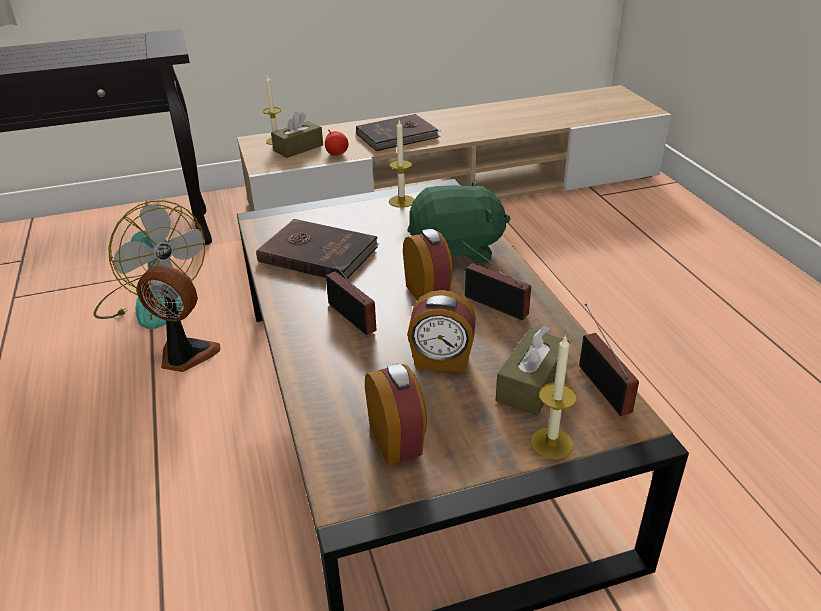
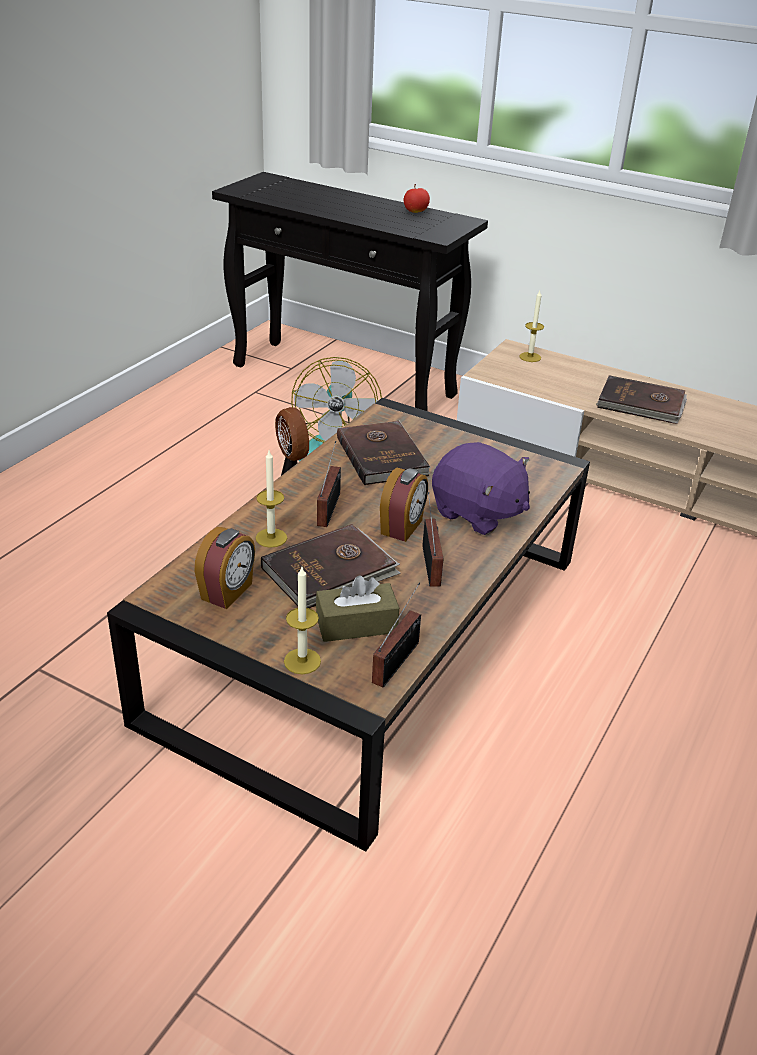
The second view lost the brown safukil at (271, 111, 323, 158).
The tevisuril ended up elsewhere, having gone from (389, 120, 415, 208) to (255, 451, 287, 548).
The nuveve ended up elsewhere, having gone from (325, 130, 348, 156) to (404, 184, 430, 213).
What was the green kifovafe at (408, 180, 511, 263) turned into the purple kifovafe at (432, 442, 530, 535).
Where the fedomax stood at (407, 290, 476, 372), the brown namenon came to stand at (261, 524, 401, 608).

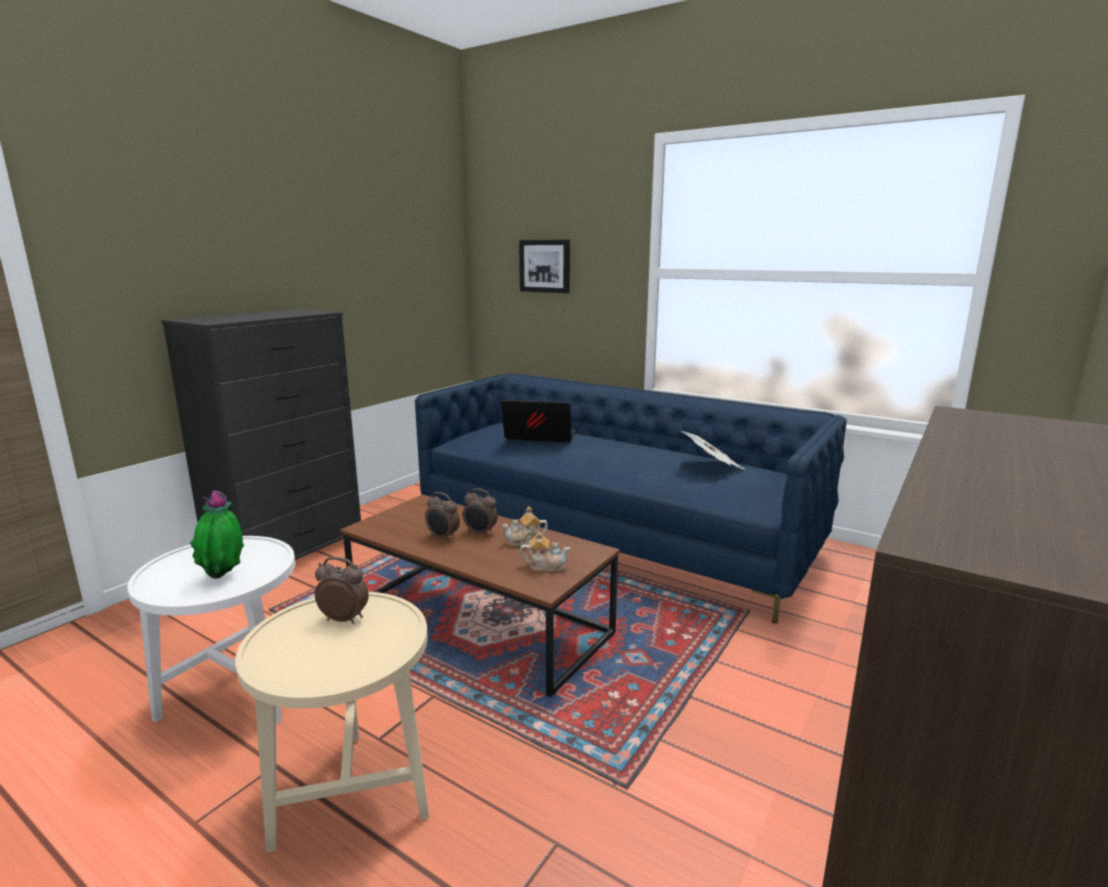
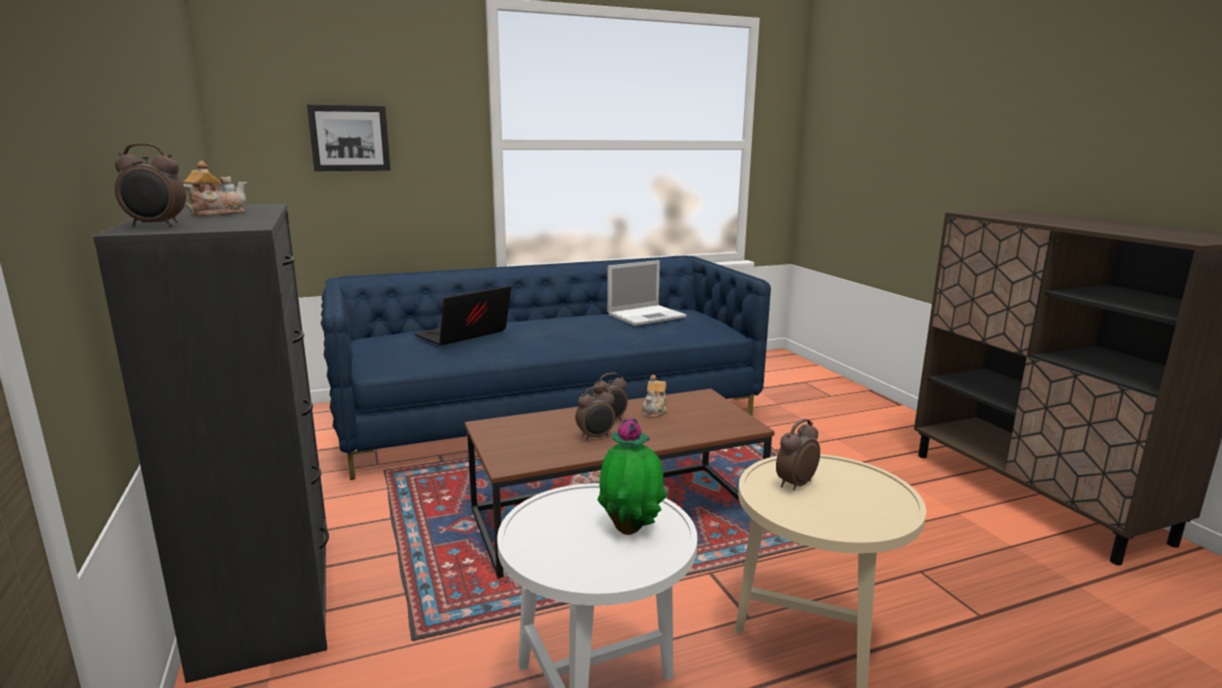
Where the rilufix stood at (681, 431, 744, 469), the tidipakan came to stand at (607, 260, 687, 326).
The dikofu ended up elsewhere, having gone from (520, 531, 570, 572) to (183, 161, 248, 216).
The second view gained the fedomax at (115, 143, 186, 227).

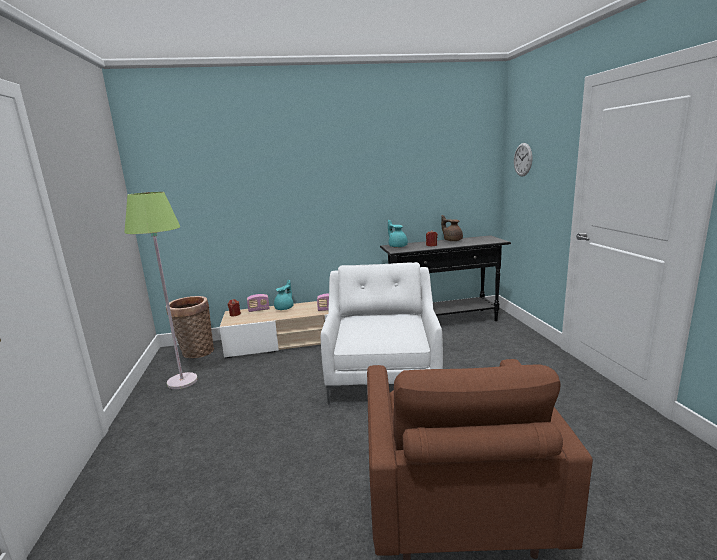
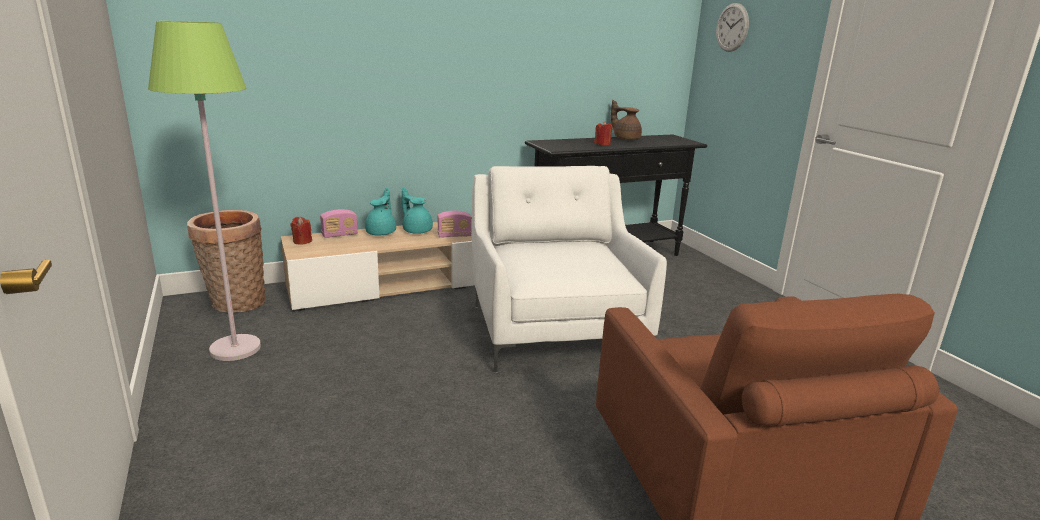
The turquoise dikofu ended up elsewhere, having gone from (388, 220, 408, 248) to (402, 188, 433, 234).

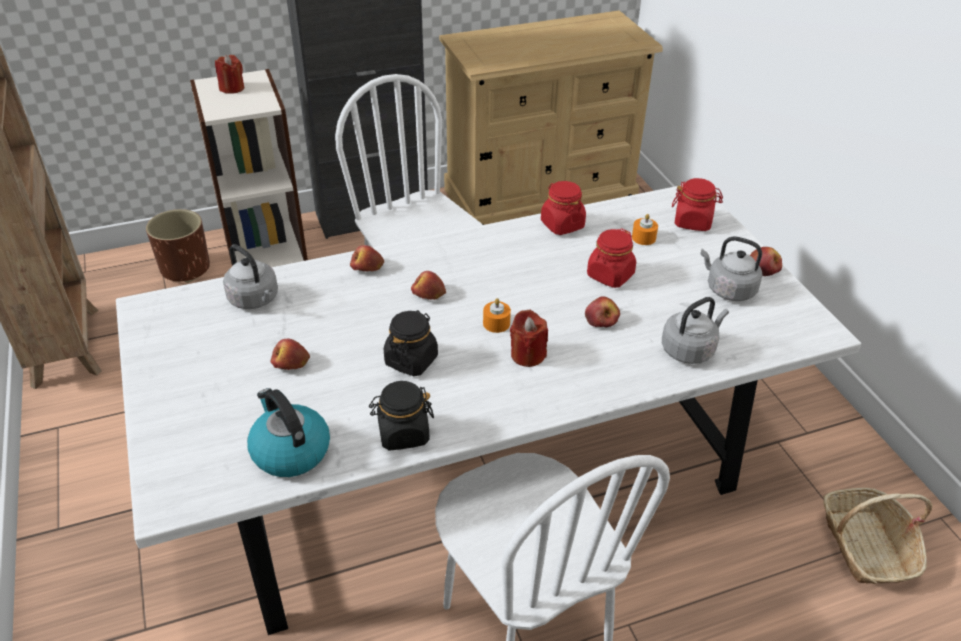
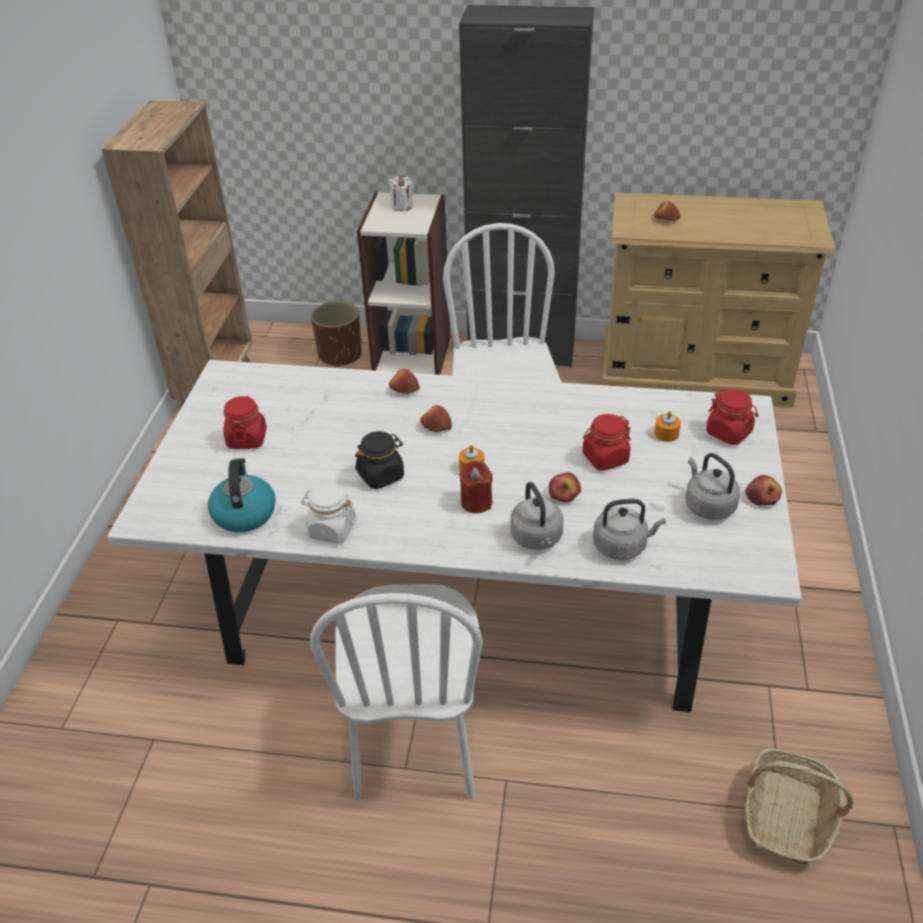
What was the red tevisuril at (215, 55, 244, 94) turned into the white tevisuril at (389, 176, 414, 211).
The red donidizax ended up elsewhere, having gone from (541, 181, 586, 235) to (223, 396, 267, 449).
The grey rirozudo ended up elsewhere, having gone from (223, 244, 278, 309) to (510, 482, 564, 550).
The nuveve ended up elsewhere, having gone from (271, 339, 310, 370) to (654, 201, 680, 221).
What was the black donidizax at (369, 381, 434, 451) turned into the white donidizax at (301, 483, 357, 543).

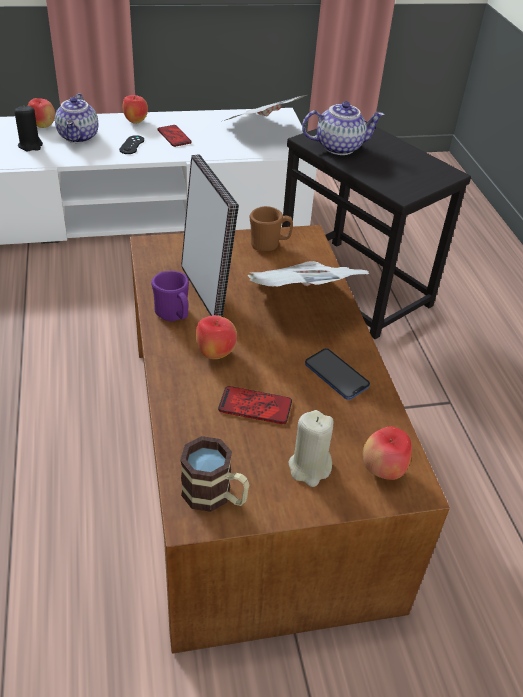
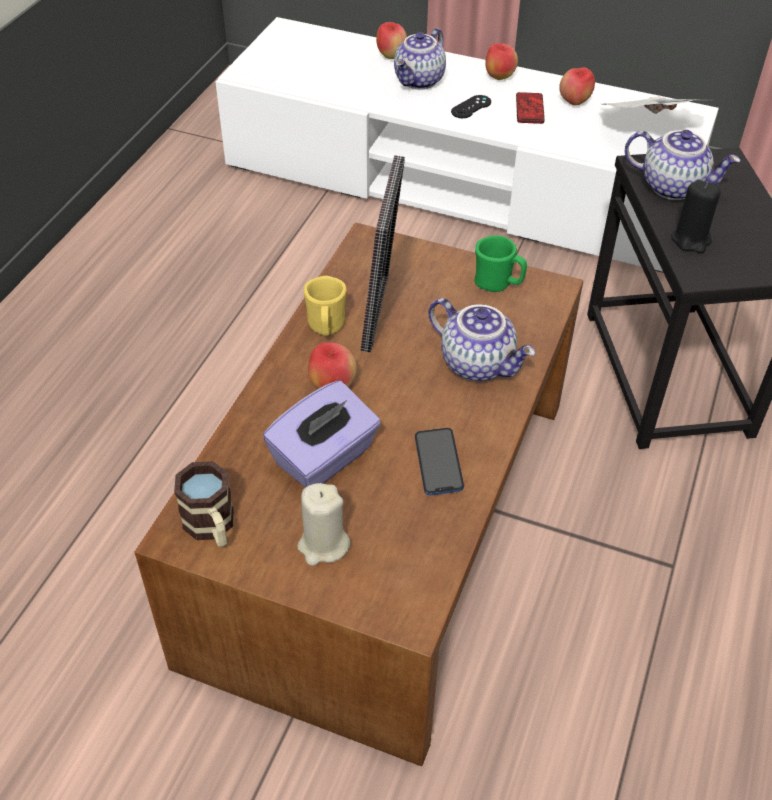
The black tevisuril ended up elsewhere, having gone from (14, 105, 43, 151) to (671, 180, 721, 253).
What was the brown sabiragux at (250, 206, 293, 251) turned into the green sabiragux at (474, 235, 527, 292).
Where the rilufix stood at (248, 261, 370, 287), the dikofu came to stand at (428, 298, 535, 381).
What was the purple sabiragux at (151, 271, 189, 321) turned into the yellow sabiragux at (304, 275, 347, 336).
Where the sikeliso stood at (218, 386, 292, 424), the purple safukil came to stand at (263, 381, 381, 488).
The nuveve ended up elsewhere, having gone from (363, 426, 412, 480) to (559, 67, 595, 106).

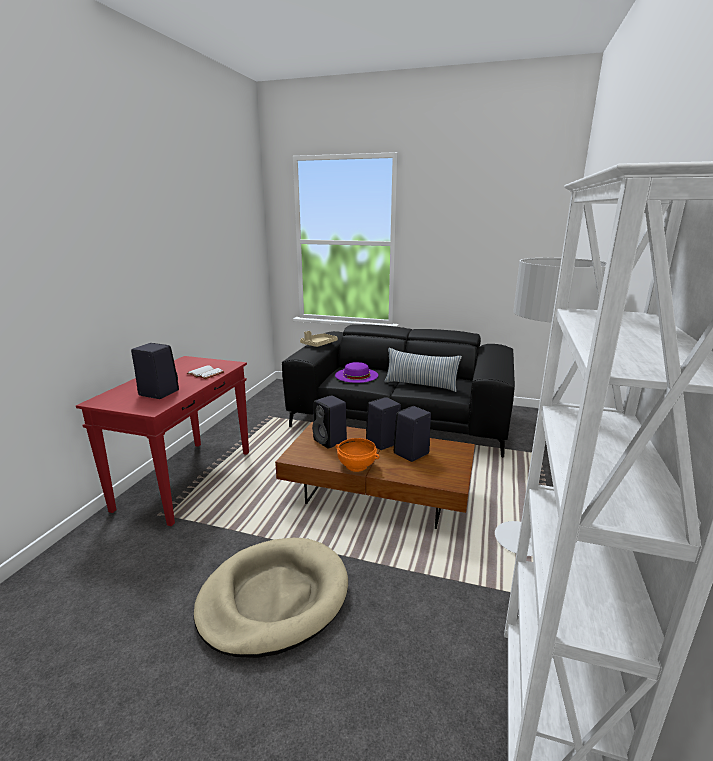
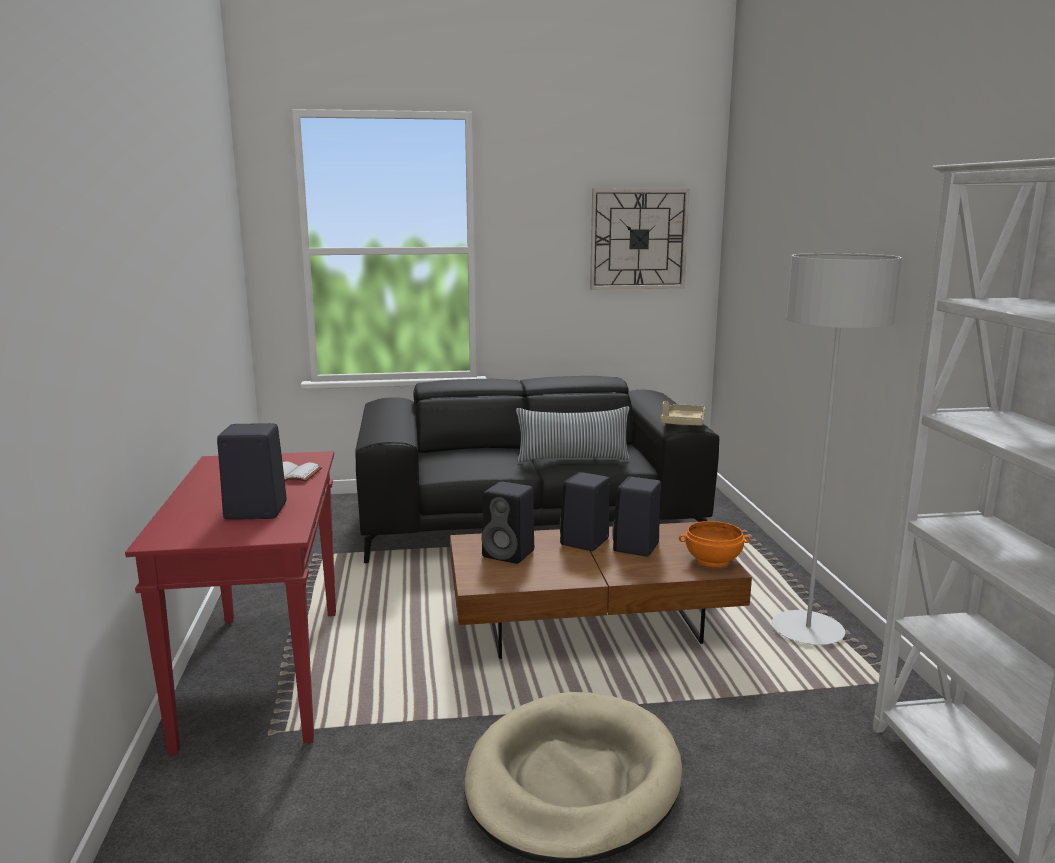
The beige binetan ended up elsewhere, having gone from (300, 331, 338, 347) to (661, 401, 705, 425).
The second view lost the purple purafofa at (335, 362, 378, 383).
The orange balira ended up elsewhere, having gone from (335, 438, 380, 472) to (679, 521, 750, 567).
The second view gained the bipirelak at (590, 189, 690, 289).

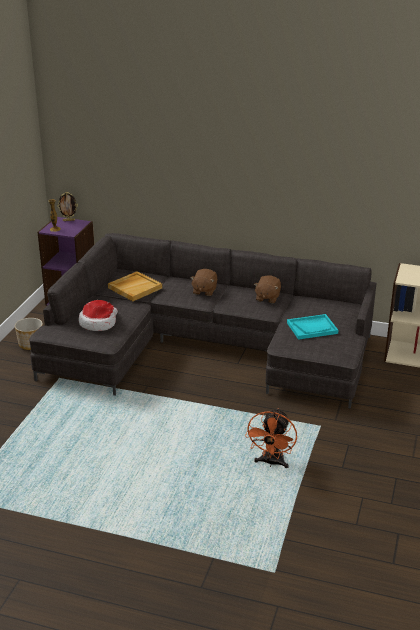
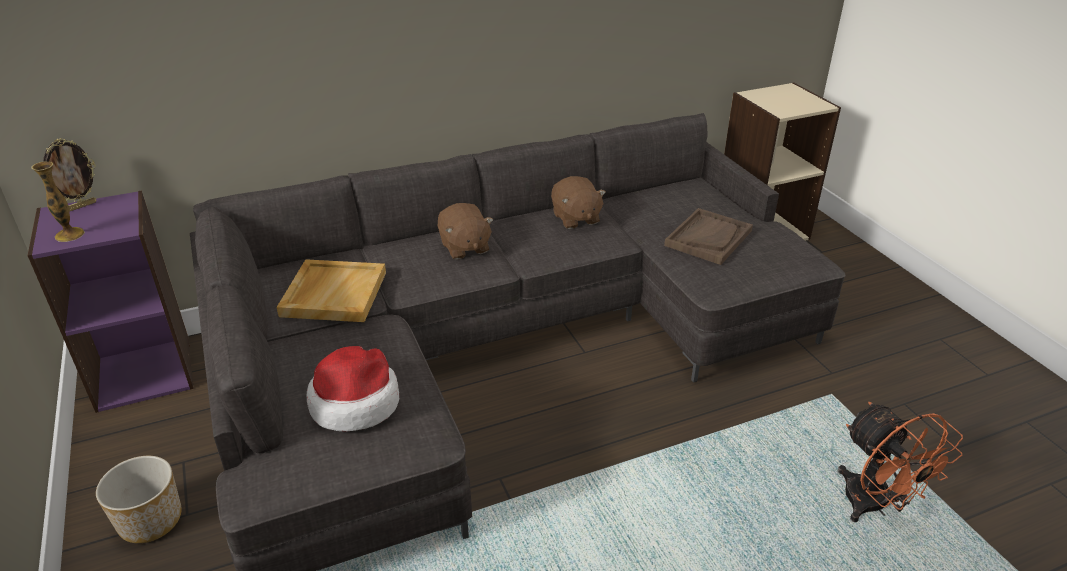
What was the turquoise binetan at (287, 314, 338, 340) turned into the brown binetan at (664, 208, 753, 265).

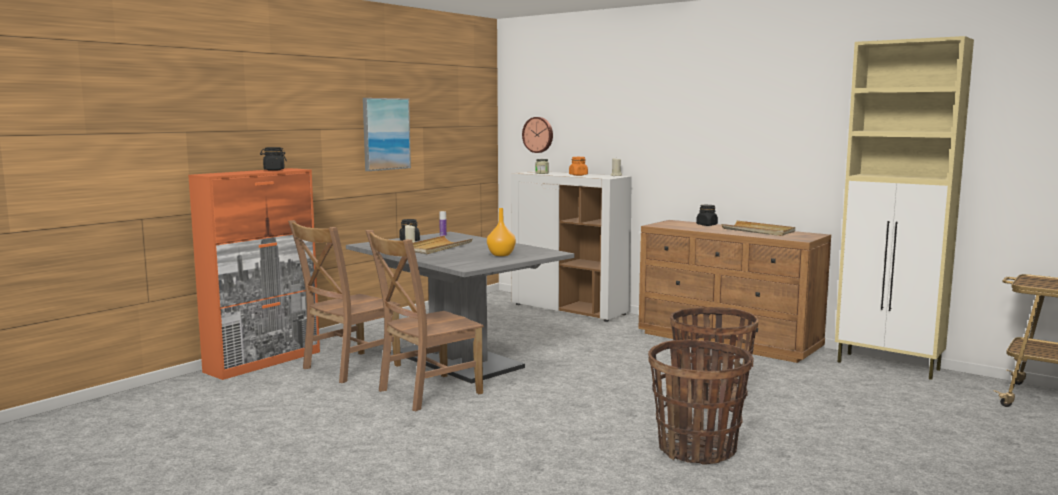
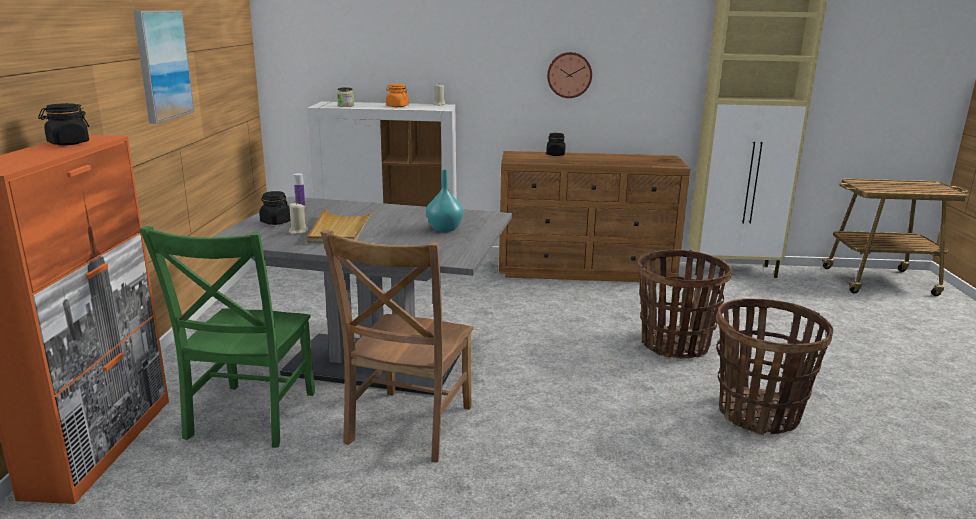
The bipirelak ended up elsewhere, having gone from (522, 117, 553, 153) to (547, 52, 592, 98).
What was the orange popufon at (487, 208, 516, 256) turned into the turquoise popufon at (426, 170, 463, 232).
What was the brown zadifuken at (288, 220, 401, 383) turned into the green zadifuken at (139, 226, 315, 448).
The second view lost the beige binetan at (722, 221, 795, 236).

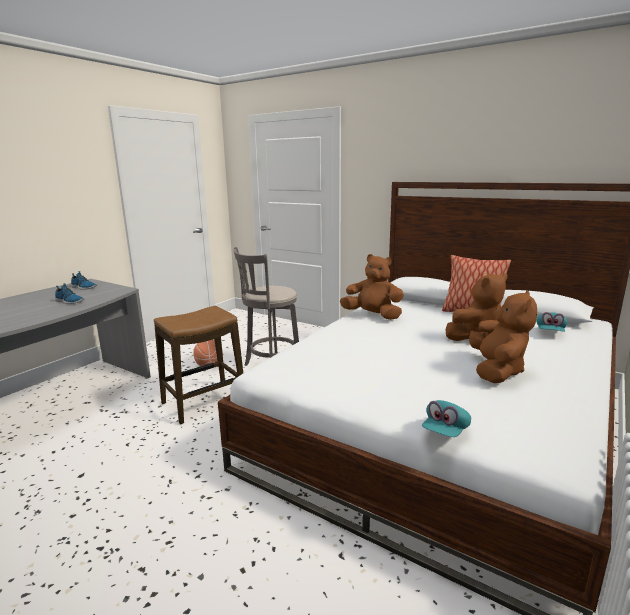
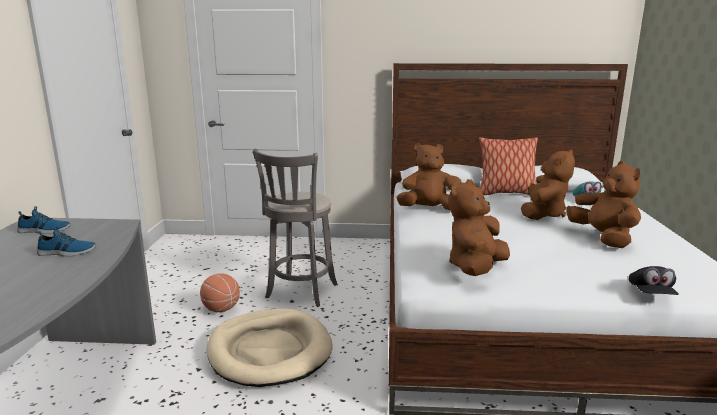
Where the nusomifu stood at (154, 306, 243, 424), the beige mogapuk came to stand at (207, 309, 333, 387).
What was the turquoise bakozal at (422, 400, 471, 437) turned into the black bakozal at (629, 266, 679, 295).
The second view gained the brown kifovafe at (449, 179, 510, 276).

